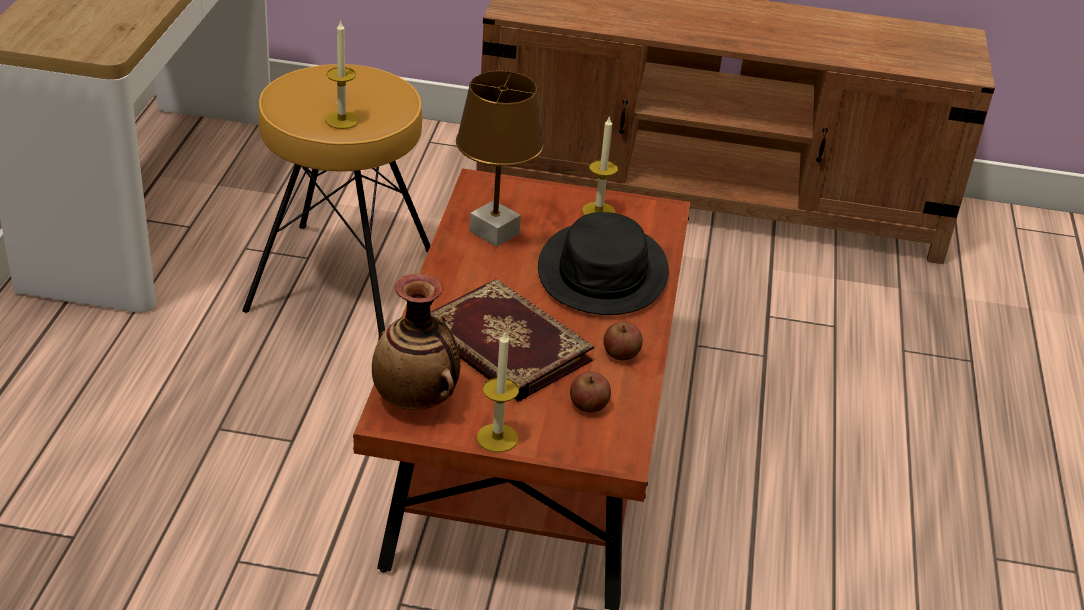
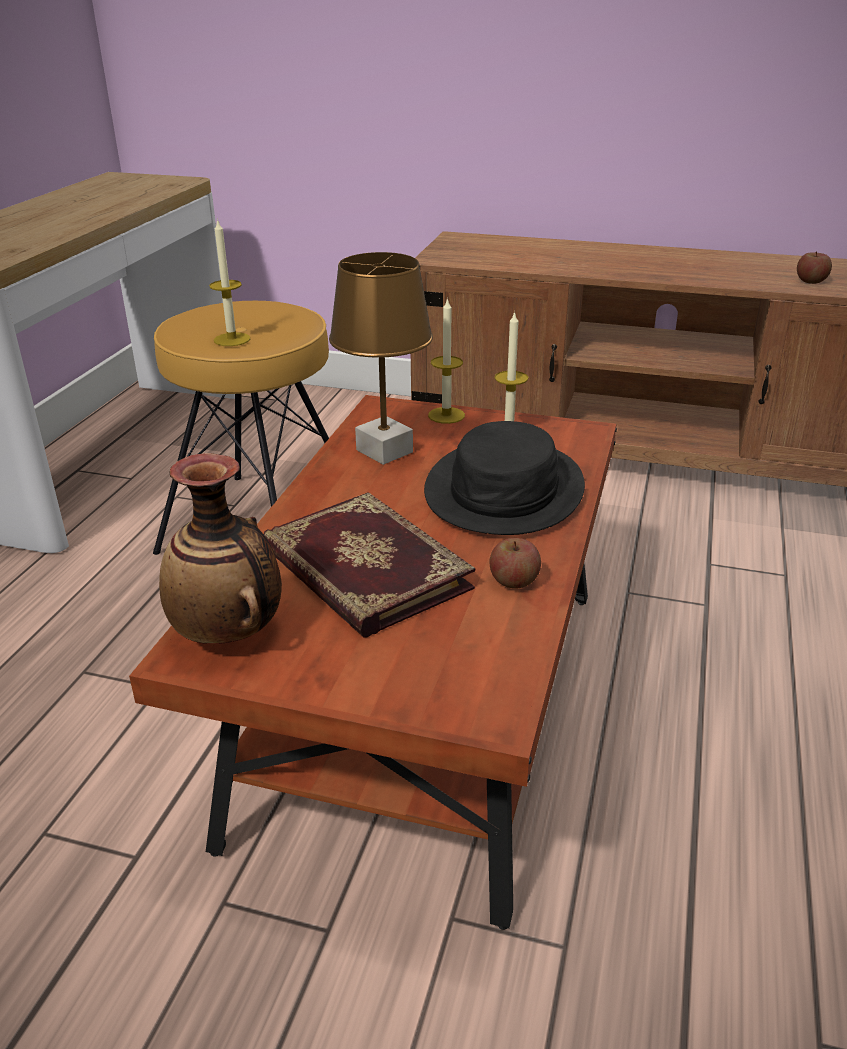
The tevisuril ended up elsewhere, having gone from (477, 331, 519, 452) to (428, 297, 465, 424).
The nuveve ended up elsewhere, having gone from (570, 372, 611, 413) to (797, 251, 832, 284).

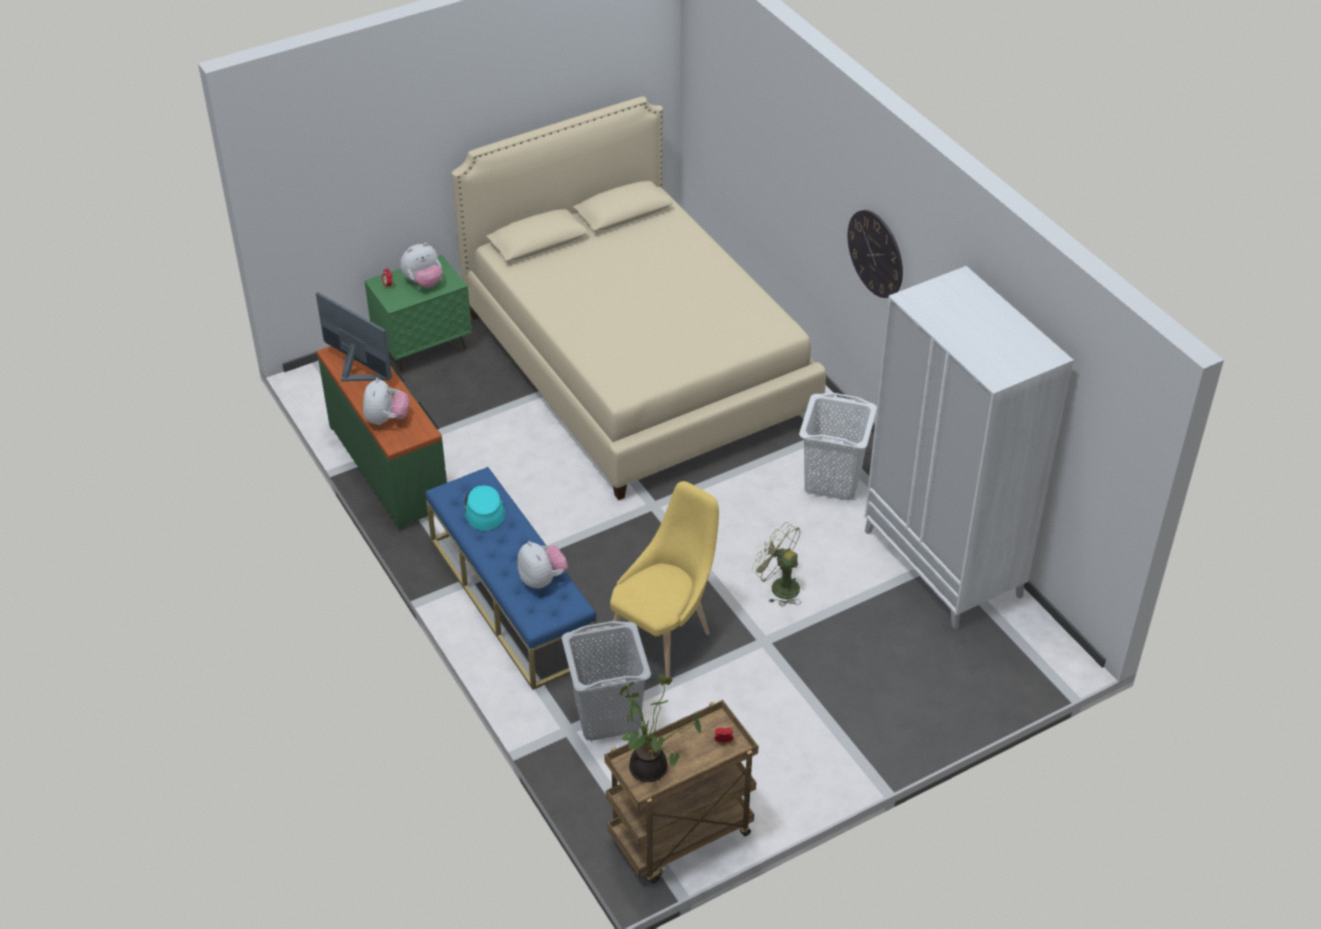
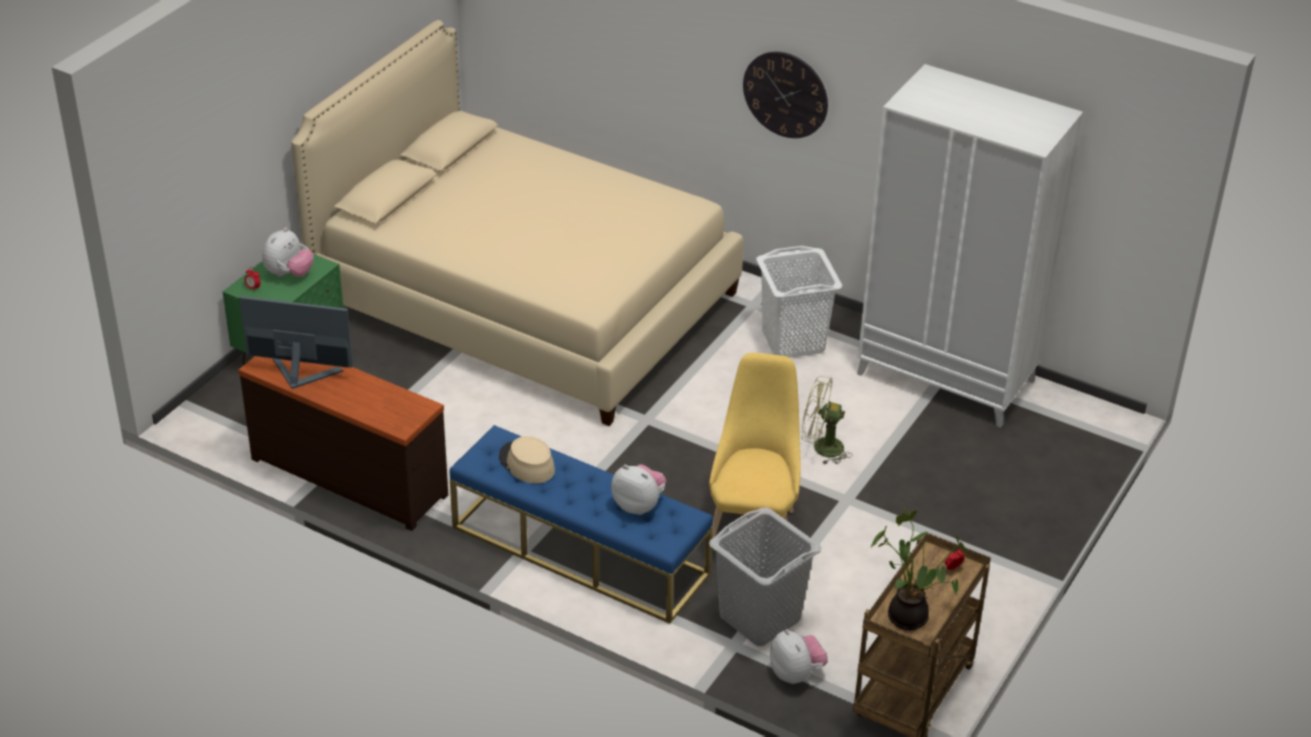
What was the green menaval at (316, 346, 447, 531) turned into the brown menaval at (238, 356, 448, 531).
The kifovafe ended up elsewhere, having gone from (363, 378, 409, 425) to (770, 629, 828, 684).
What was the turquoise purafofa at (465, 485, 505, 531) turned into the beige purafofa at (499, 436, 555, 484).

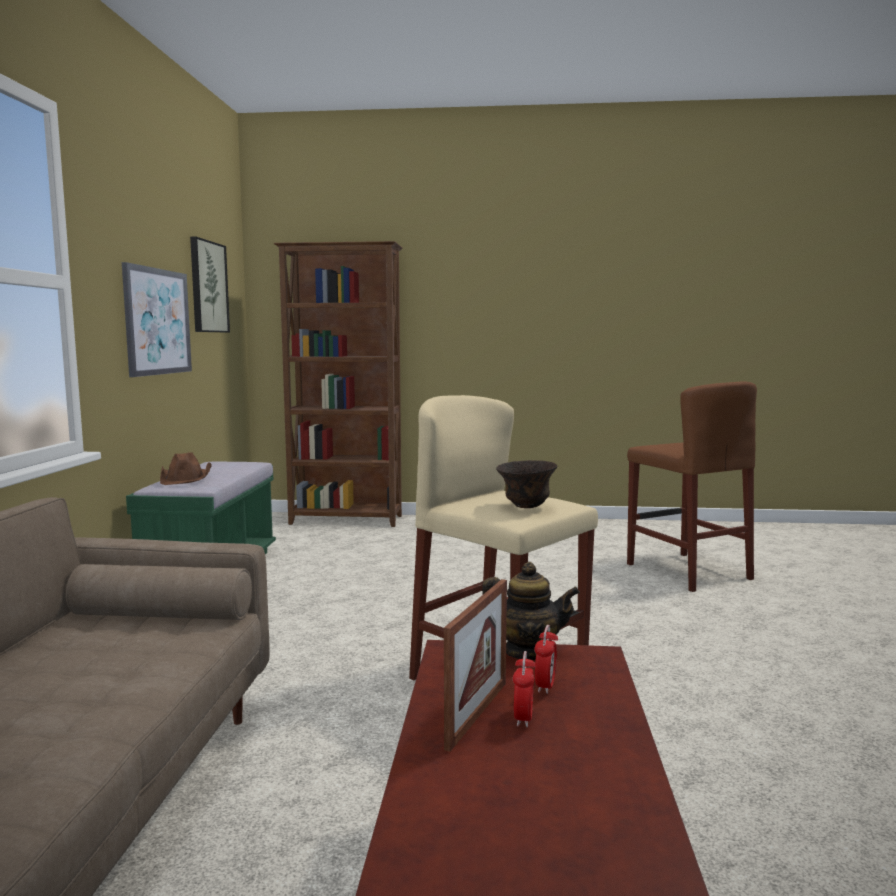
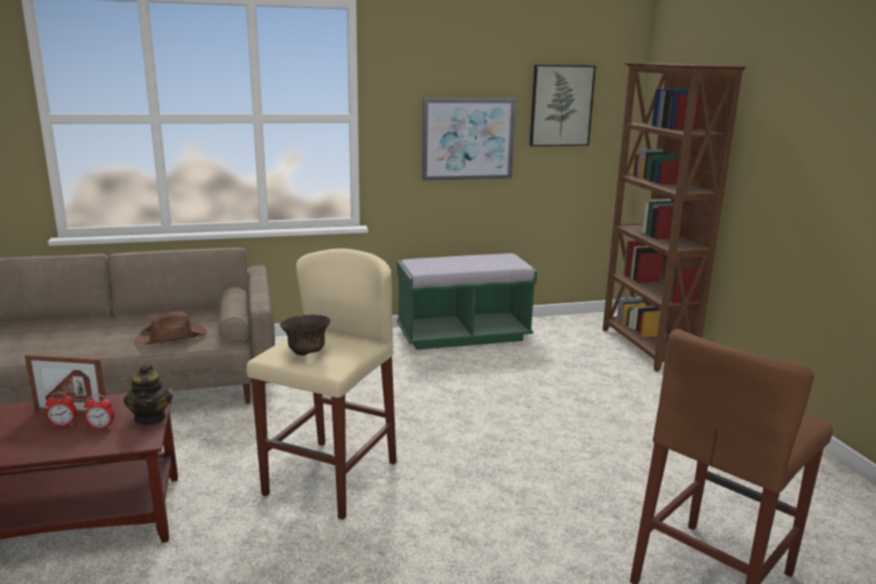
The brown purafofa ended up elsewhere, having gone from (160, 452, 212, 485) to (135, 312, 207, 345).

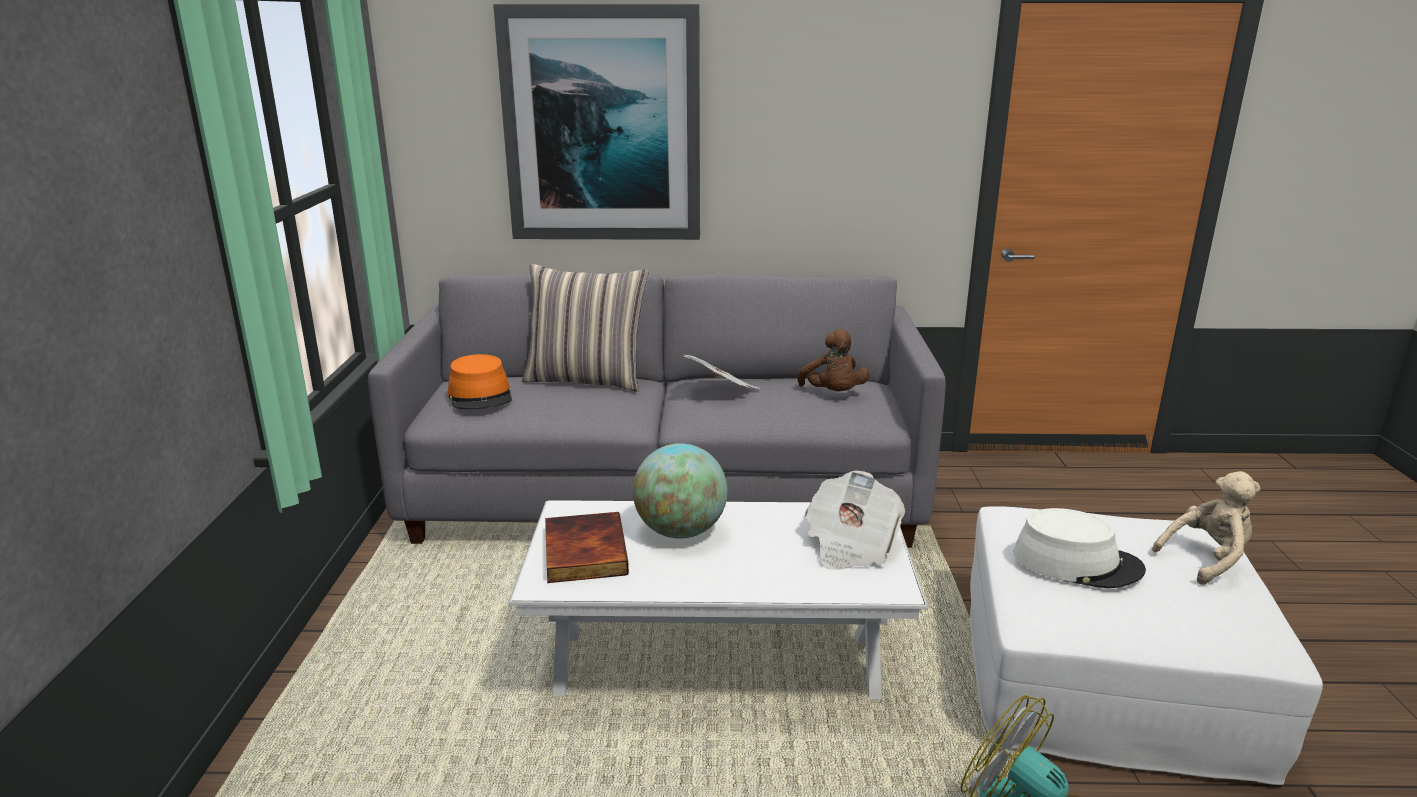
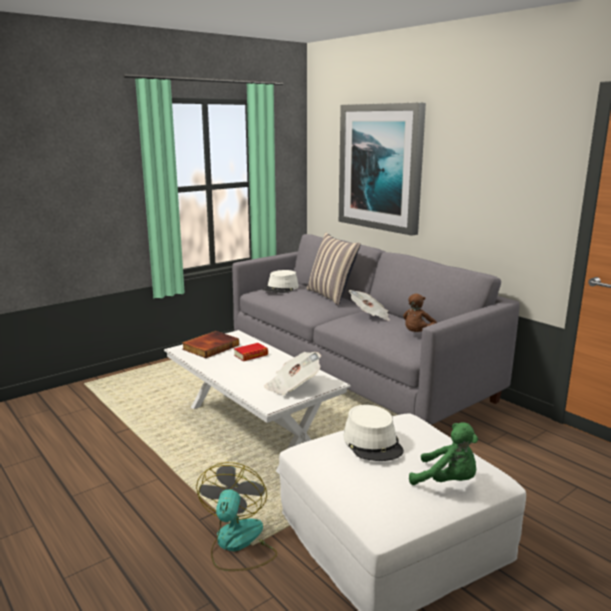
What was the orange purafofa at (447, 354, 512, 409) turned into the white purafofa at (263, 270, 299, 293).
Where the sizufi stood at (633, 443, 728, 539), the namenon came to stand at (234, 343, 268, 361).
What was the beige kifovafe at (1152, 471, 1261, 585) turned into the green kifovafe at (409, 422, 478, 485).

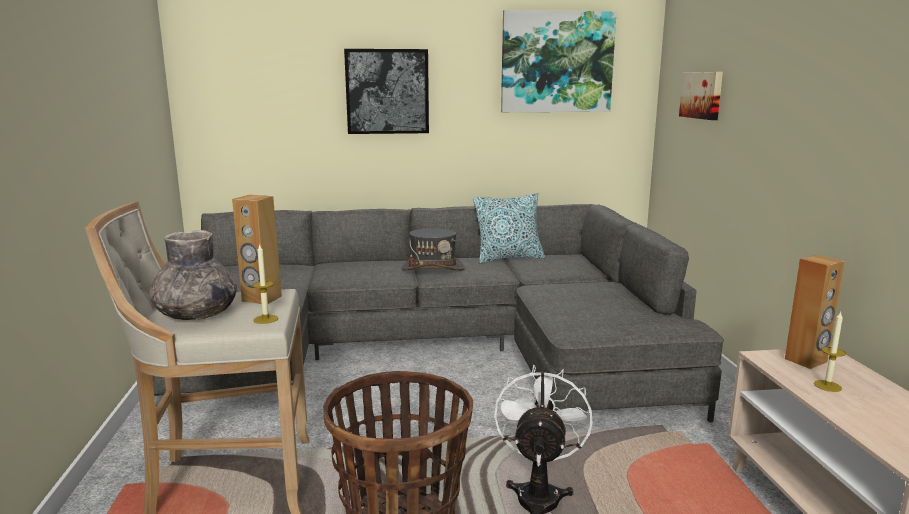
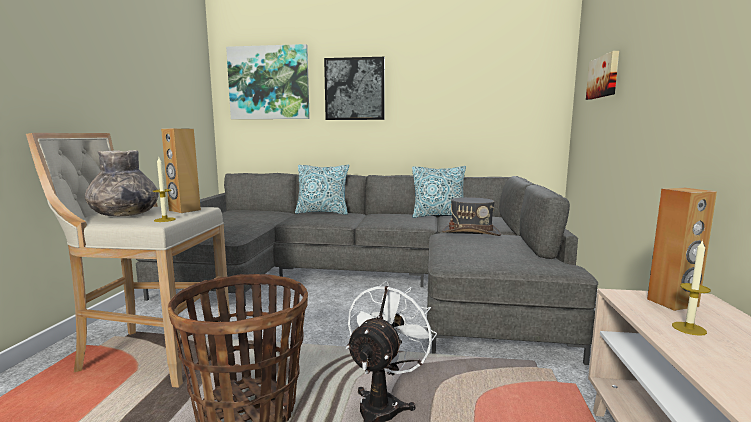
The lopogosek ended up elsewhere, having gone from (501, 10, 617, 112) to (226, 44, 310, 119).
The grey purafofa ended up elsewhere, having gone from (401, 228, 465, 271) to (442, 197, 501, 236).
The second view gained the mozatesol at (295, 165, 349, 215).

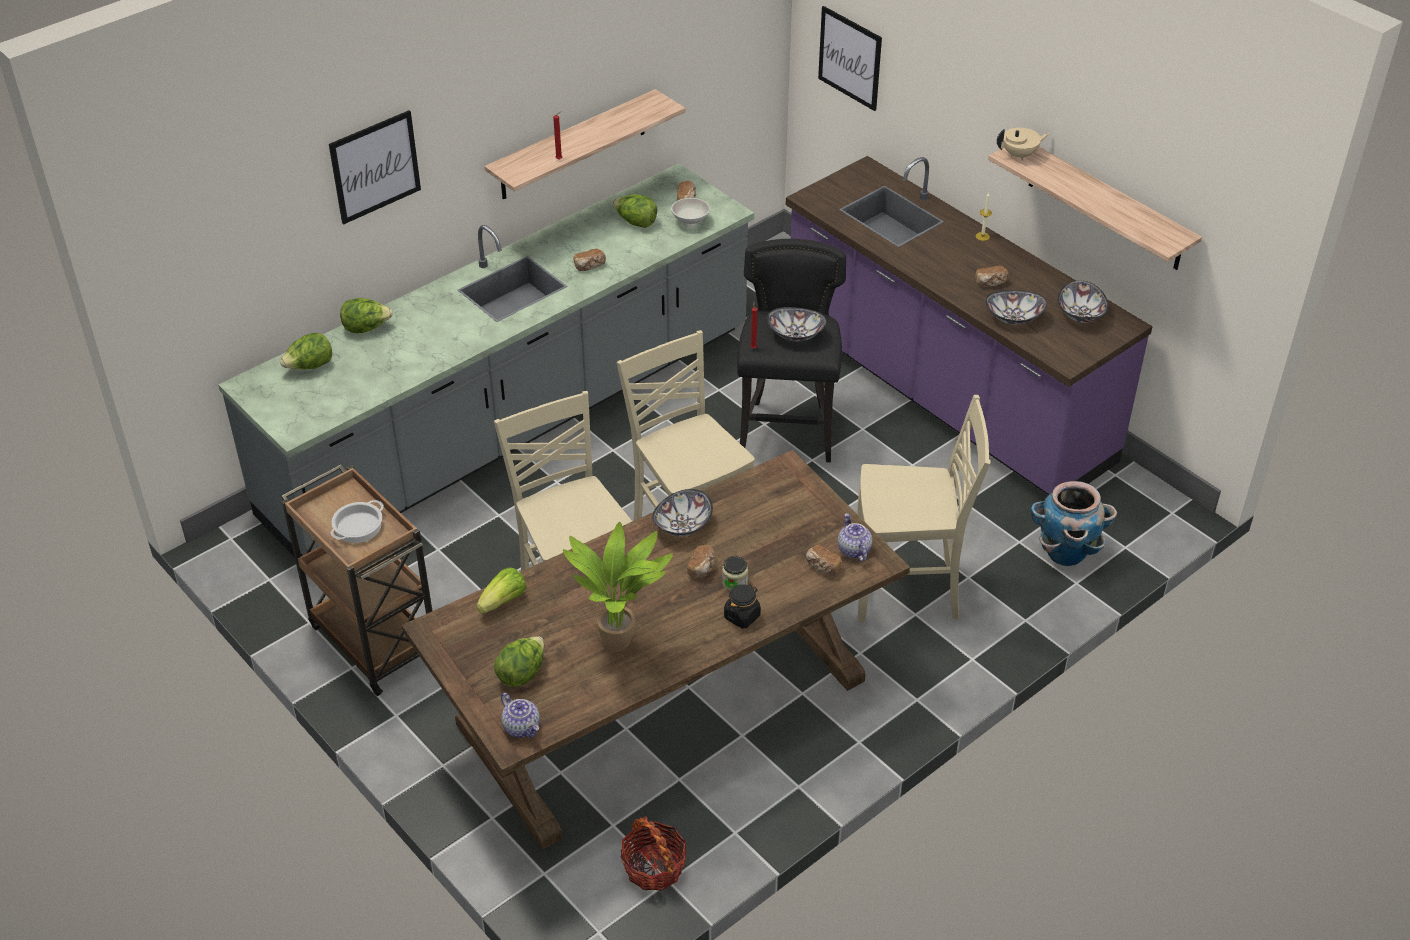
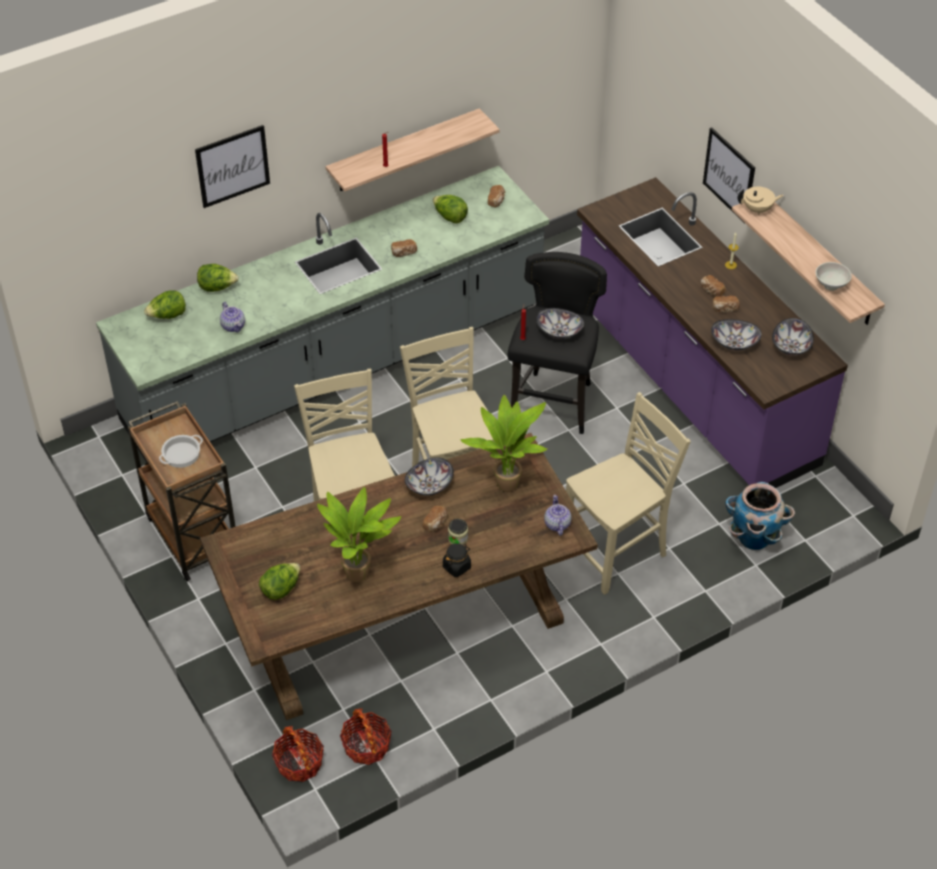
The lopogosek ended up elsewhere, having gone from (818, 6, 882, 111) to (703, 127, 755, 223).
The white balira ended up elsewhere, having gone from (671, 198, 710, 227) to (816, 262, 852, 291).
The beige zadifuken at (857, 395, 991, 622) ended up facing another way, 45 degrees counterclockwise from before.
The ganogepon ended up elsewhere, having gone from (806, 545, 842, 576) to (701, 275, 726, 297).
The second view lost the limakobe at (477, 568, 527, 614).
The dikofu ended up elsewhere, having gone from (501, 693, 540, 738) to (220, 302, 245, 332).
The second view gained the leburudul at (460, 395, 547, 492).
The second view gained the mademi at (272, 726, 324, 782).

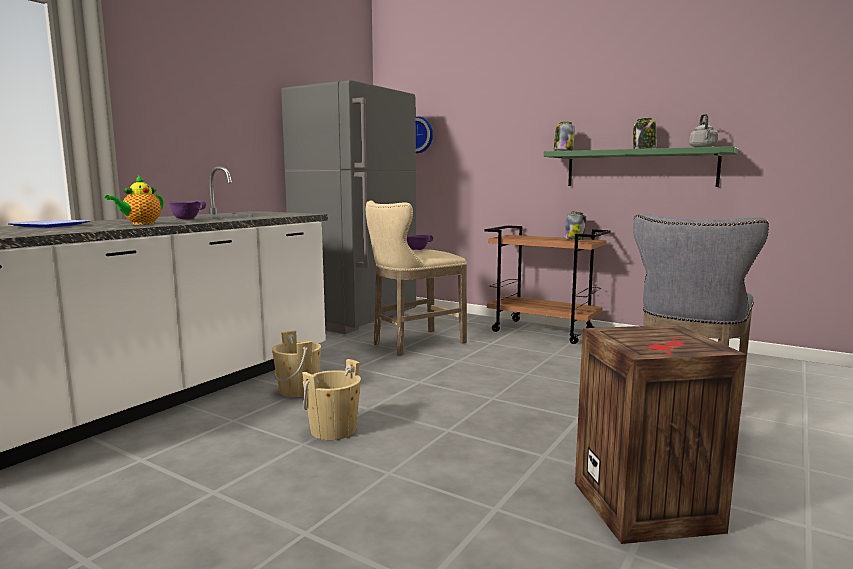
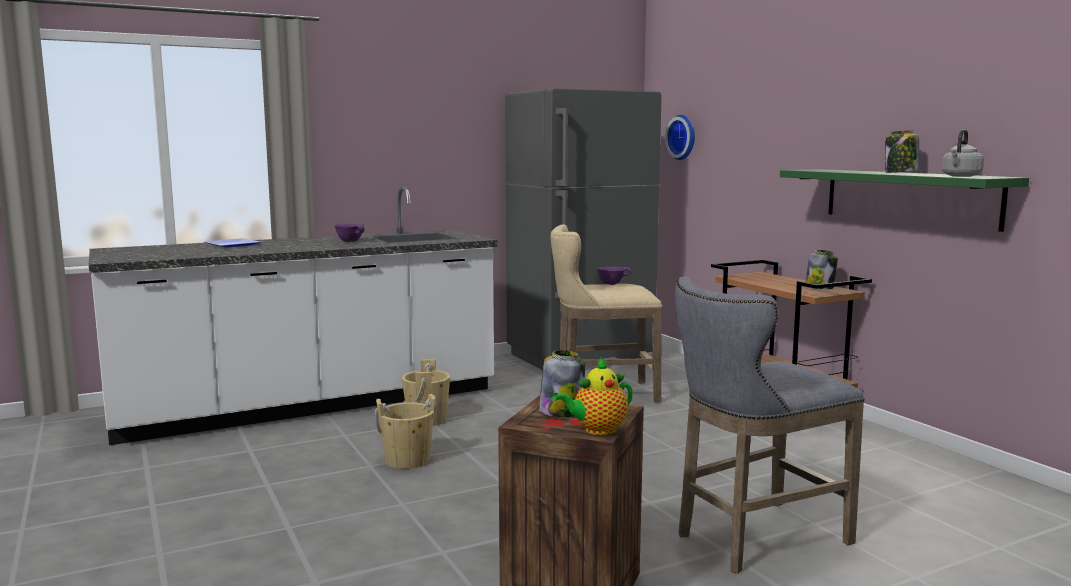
The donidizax ended up elsewhere, having gone from (554, 122, 575, 151) to (539, 350, 585, 417).
The dikofu ended up elsewhere, having gone from (105, 175, 164, 225) to (552, 357, 633, 435).

